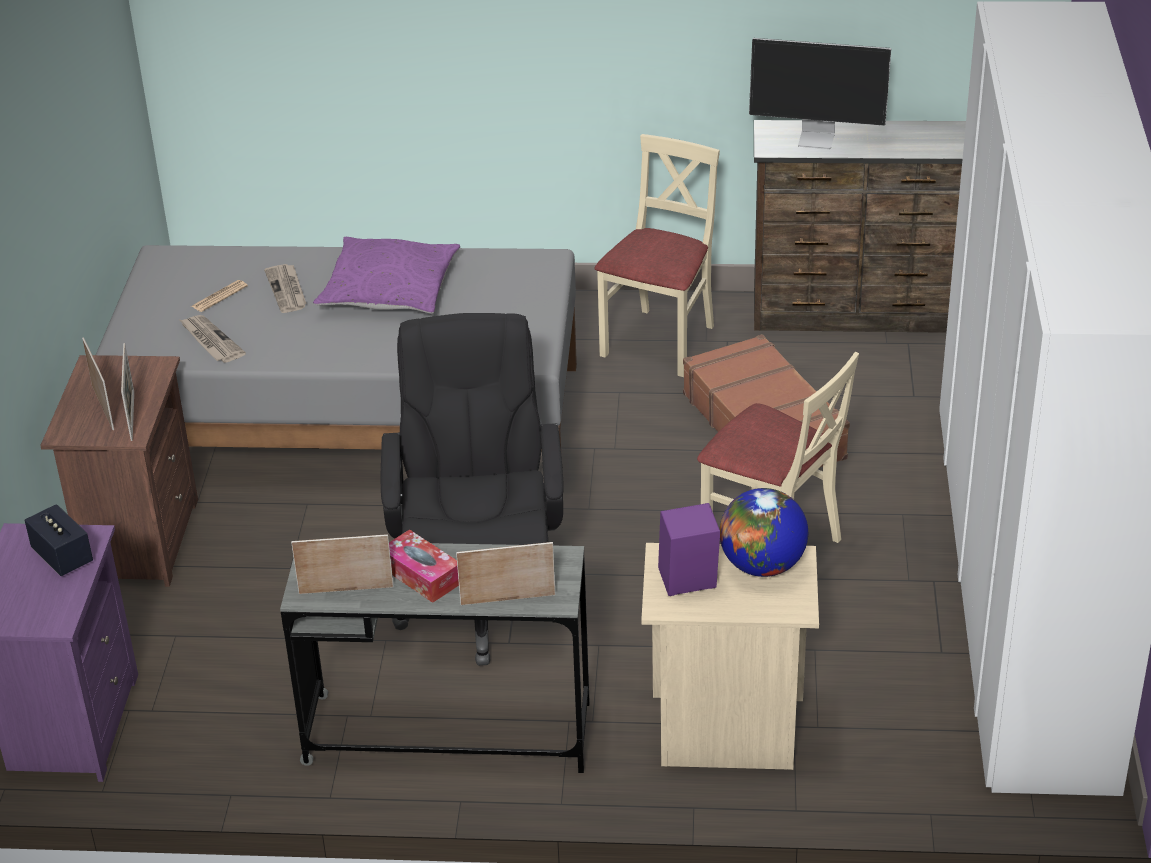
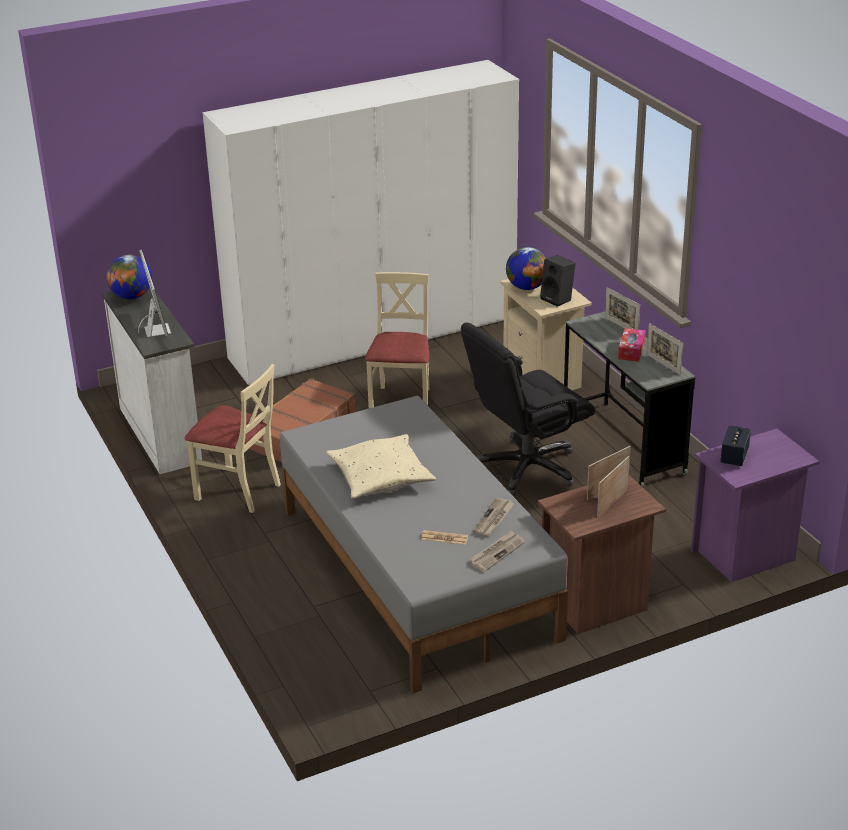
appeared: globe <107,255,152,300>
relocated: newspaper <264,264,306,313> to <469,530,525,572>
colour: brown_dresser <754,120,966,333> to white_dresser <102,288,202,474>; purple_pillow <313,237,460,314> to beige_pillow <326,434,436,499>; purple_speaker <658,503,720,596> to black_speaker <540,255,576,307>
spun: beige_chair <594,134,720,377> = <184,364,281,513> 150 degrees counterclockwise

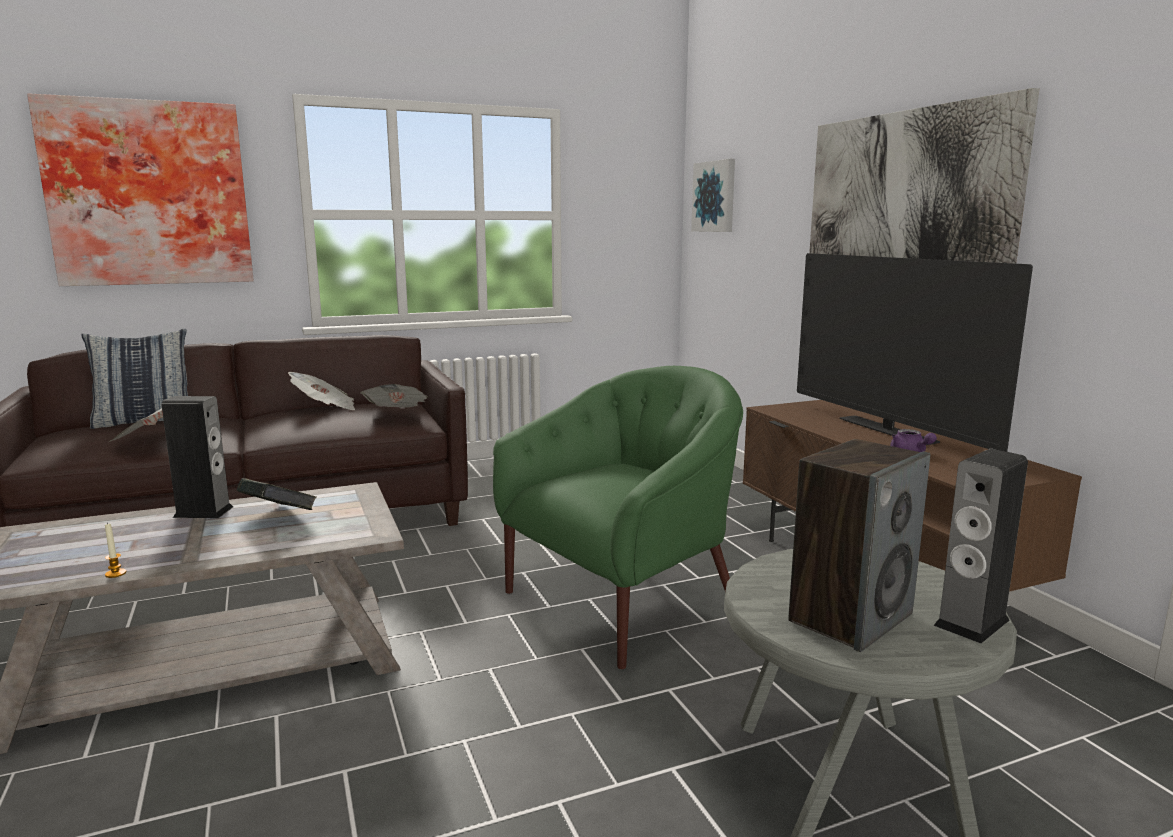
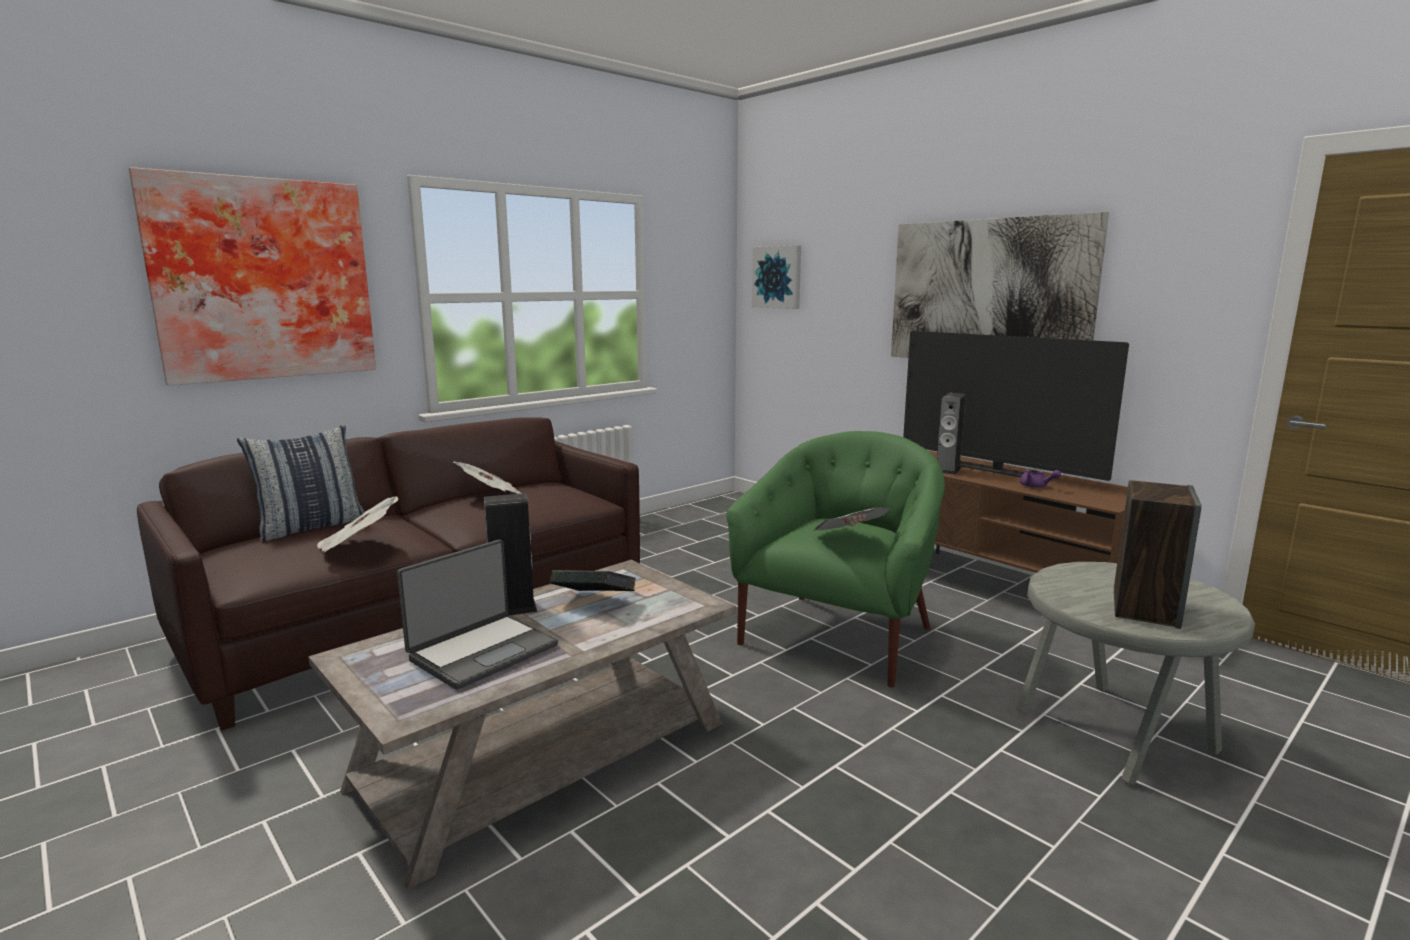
missing: candle <105,522,126,578>
appeared: laptop <397,539,558,690>
relocated: newspaper <360,384,428,408> to <813,507,891,531>; speaker <934,449,1028,644> to <937,393,965,475>

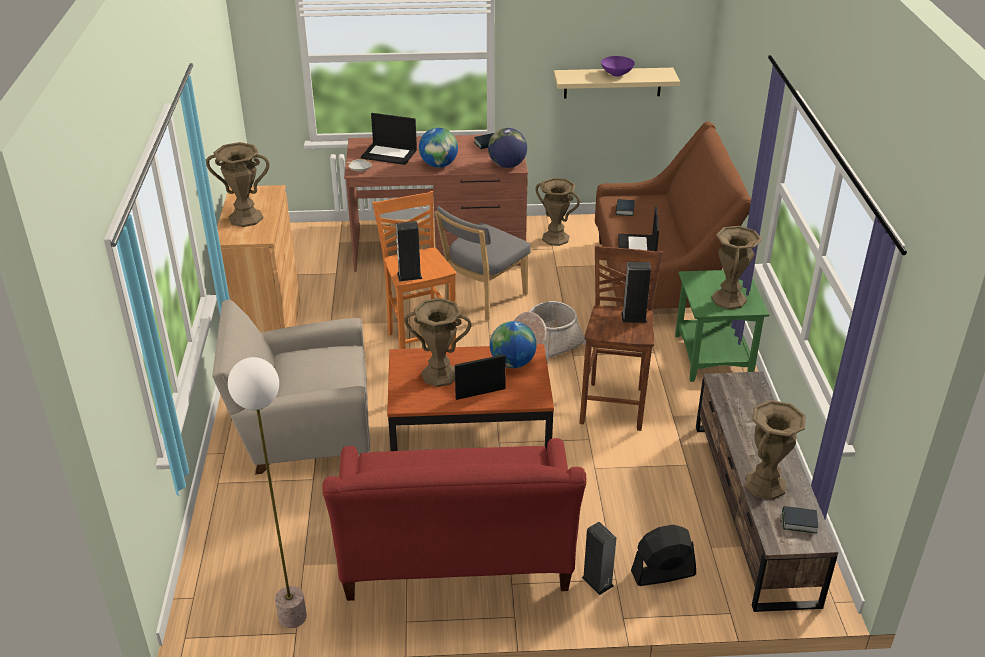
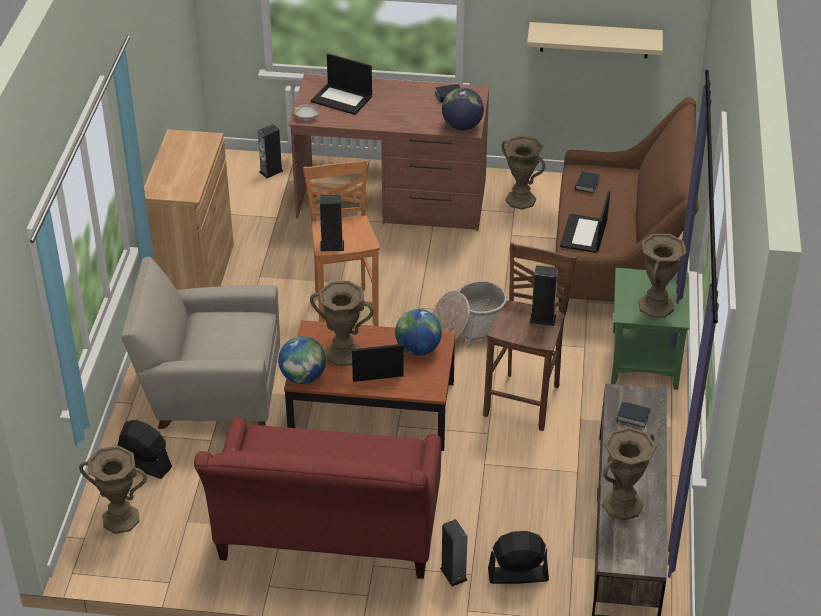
missing: purple_bowl <601,56,635,77>; grey_chair <435,206,531,320>; floor_lamp <228,357,307,628>
appeared: speaker <258,124,283,178>; black_fan <118,420,172,479>
relocated: globe <419,128,458,168> to <278,336,326,384>; brown_vase <206,142,269,227> to <79,446,147,534>; book <782,506,818,534> to <617,401,650,428>

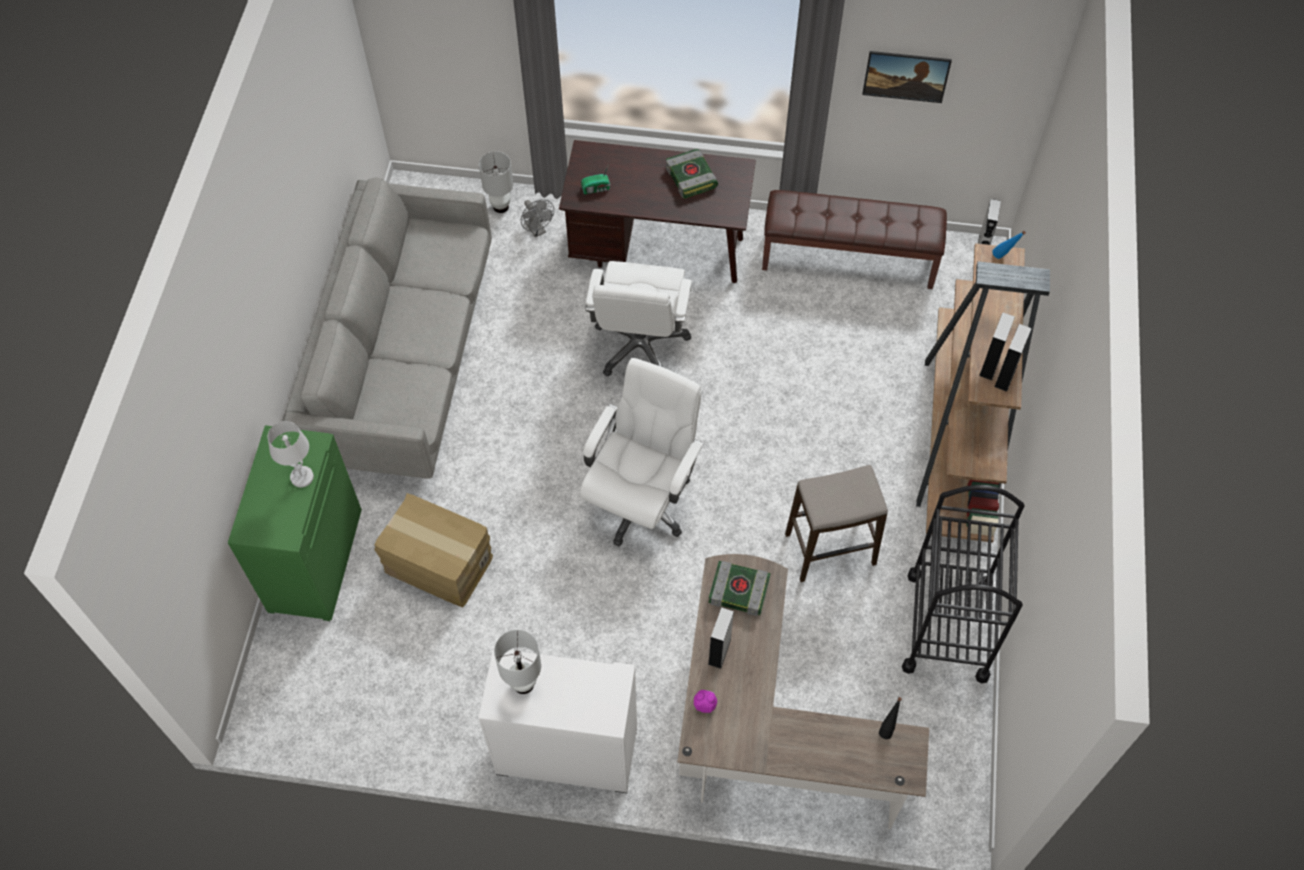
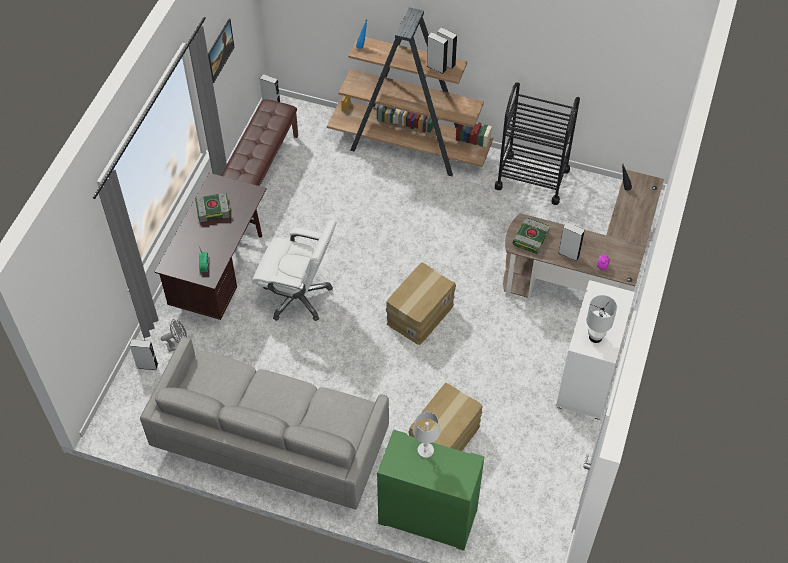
missing: stool <785,465,888,582>
exchanged: white_table_lamp <479,151,513,213> to grey_speaker <130,339,158,370>; white_office_chair <580,358,704,546> to cardboard_box <386,262,456,345>

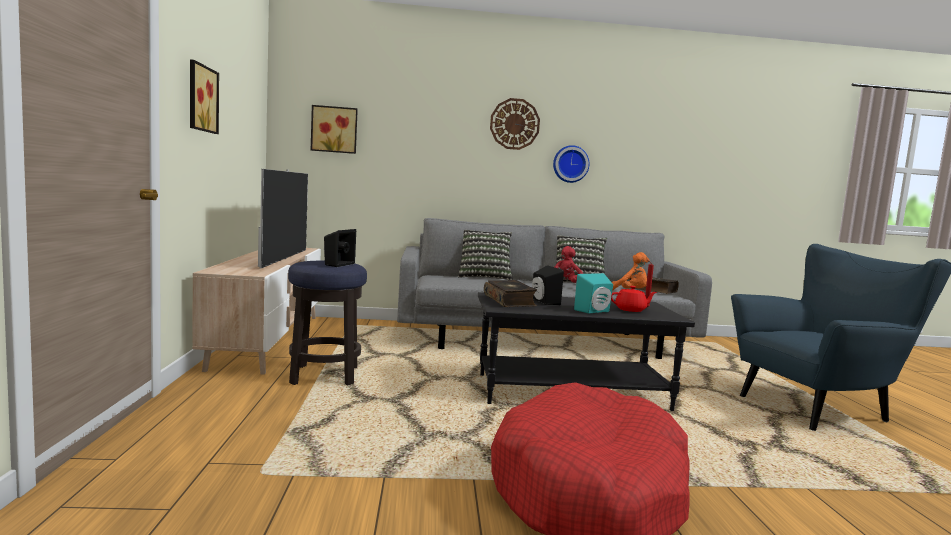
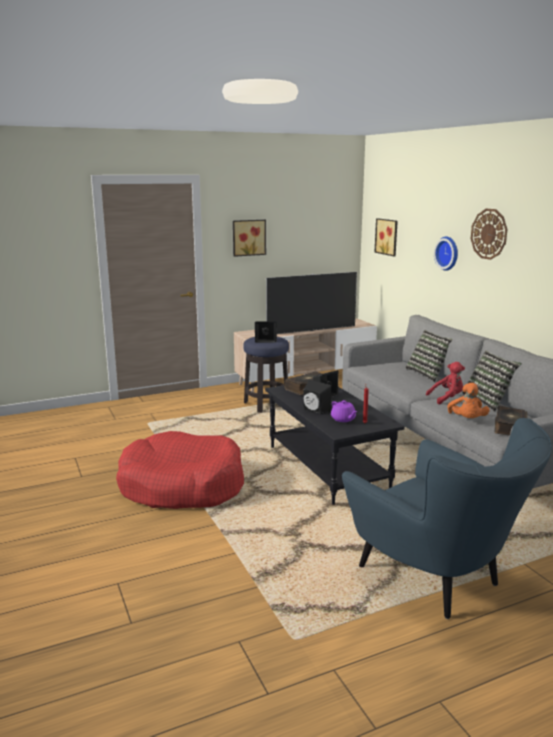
relocated: wall_clock <553,145,590,183> to <434,236,458,271>
colour: turquoise_speaker <574,273,613,313> to black_speaker <303,380,331,414>; red_teapot <611,286,657,312> to purple_teapot <331,400,357,422>

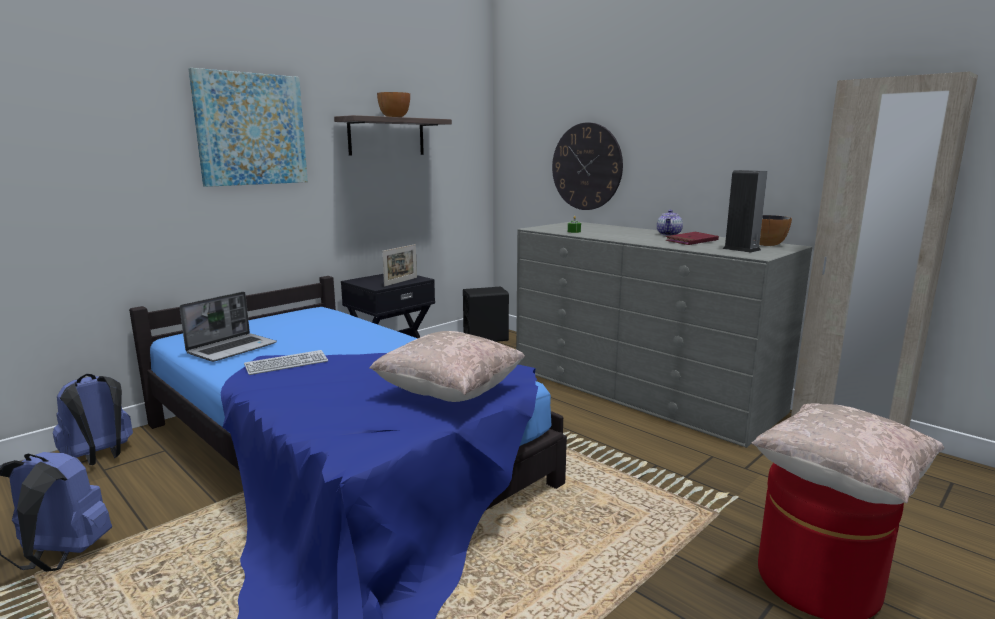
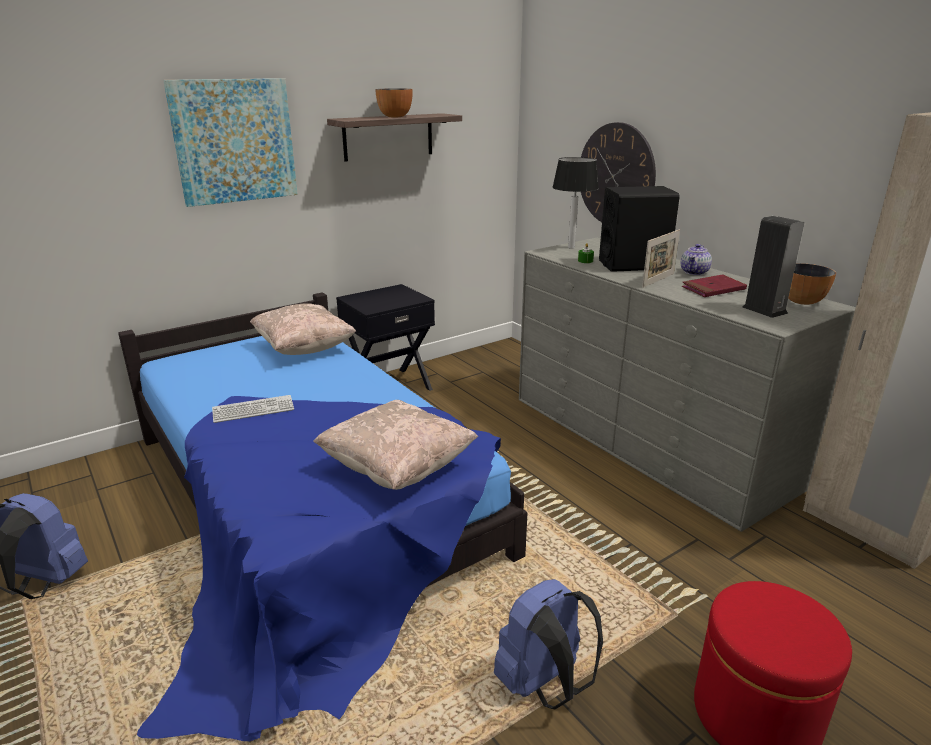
missing: laptop <179,292,277,362>
appeared: table_lamp <552,157,599,249>
relocated: picture_frame <382,244,417,286> to <642,229,680,288>; black_speaker <463,287,509,342> to <599,186,680,272>; blue_backpack <53,374,133,465> to <494,579,603,709>; beige_pillow <751,403,945,505> to <250,304,356,355>

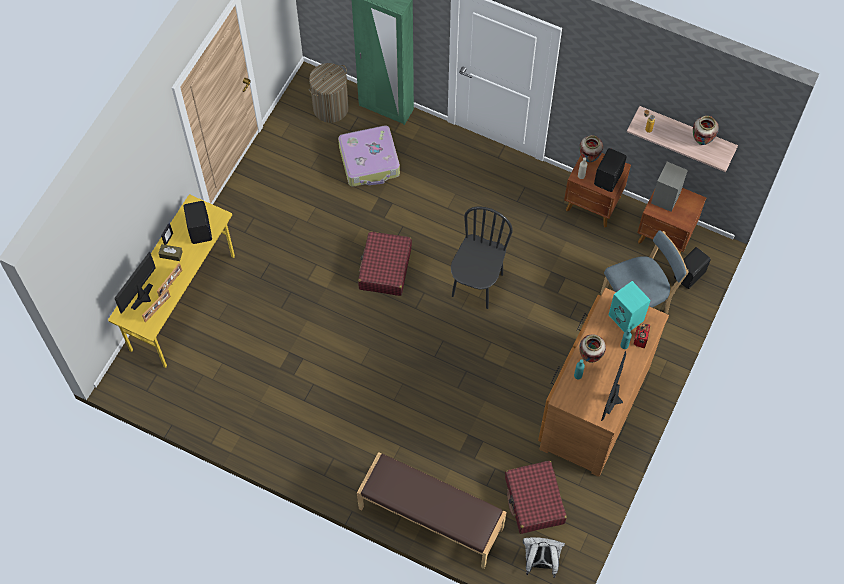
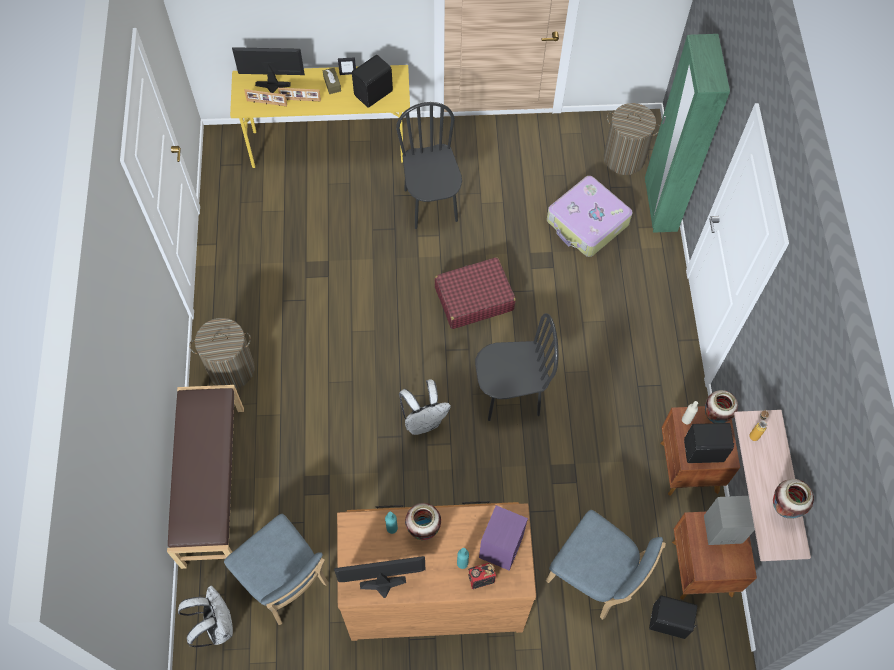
appeared: black_chair <396,102,462,229>; laundry_basket <189,318,255,389>; white_backpack <399,380,451,435>
exchanged: red_suitcase <505,461,567,534> to blue_chair <224,514,328,625>
colour: turquoise_speaker <608,281,650,333> to purple_speaker <479,505,528,571>

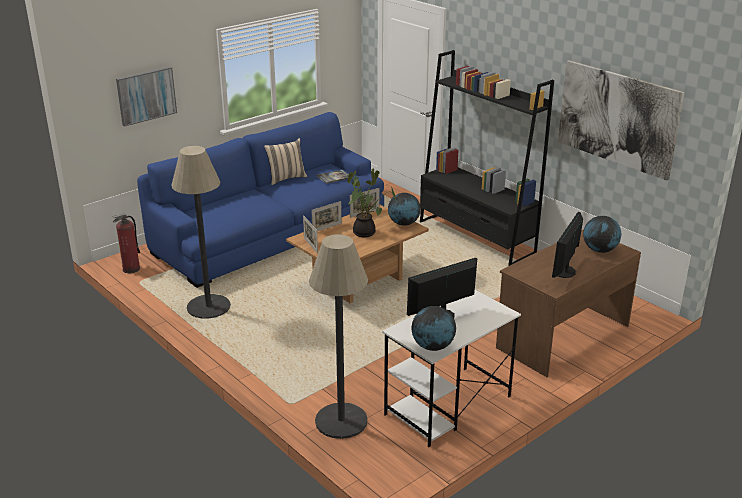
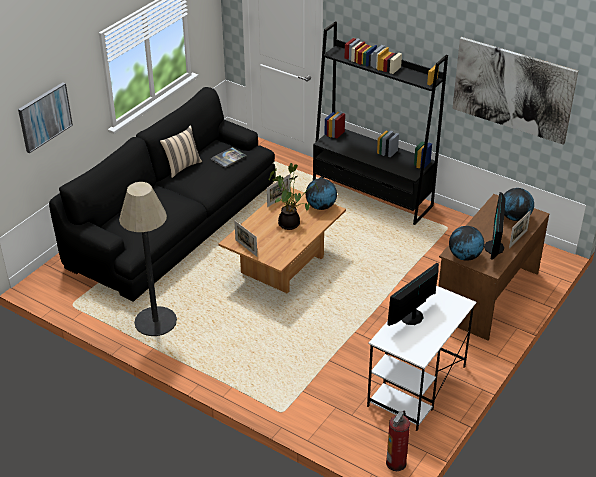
missing: floor_lamp <309,234,368,439>
relocated: picture_frame <312,201,342,231> to <509,210,531,248>; fire_extinguisher <112,214,140,273> to <386,411,410,471>; globe <411,306,456,351> to <449,226,484,261>
colour: blue_sofa <137,112,384,288> to black_sofa <49,87,276,302>

